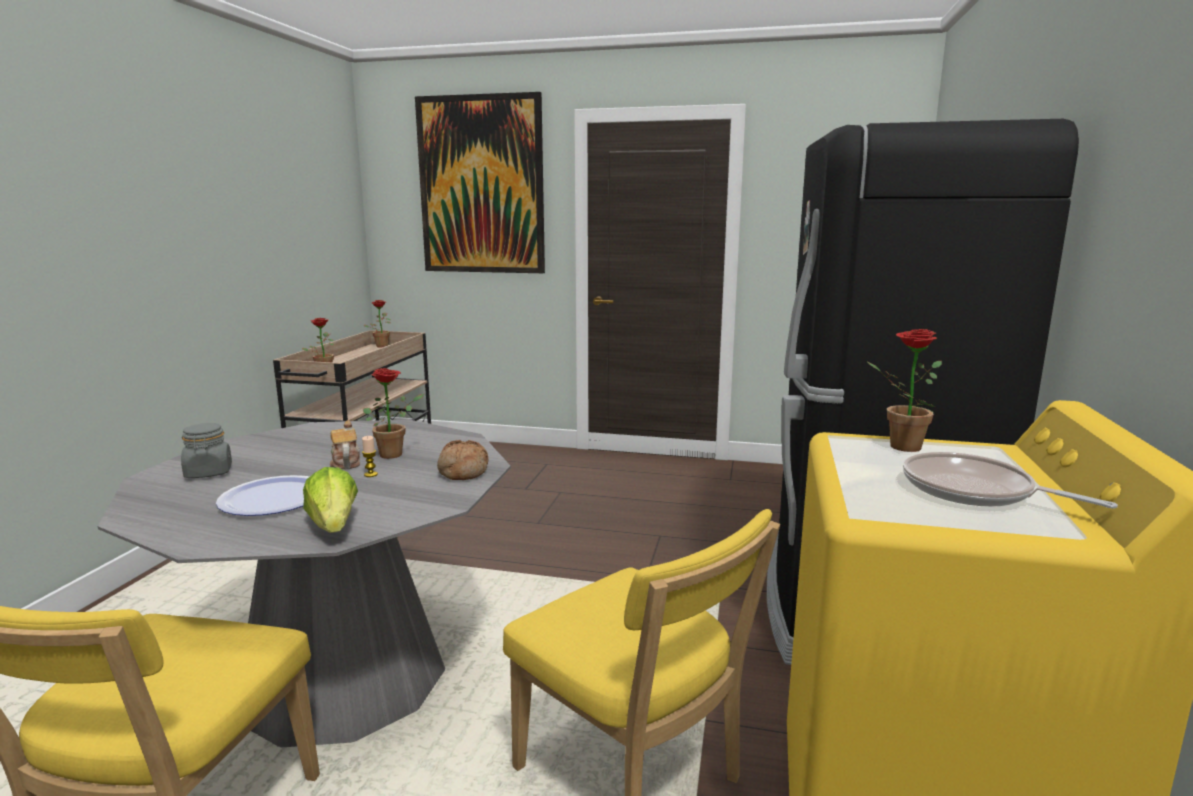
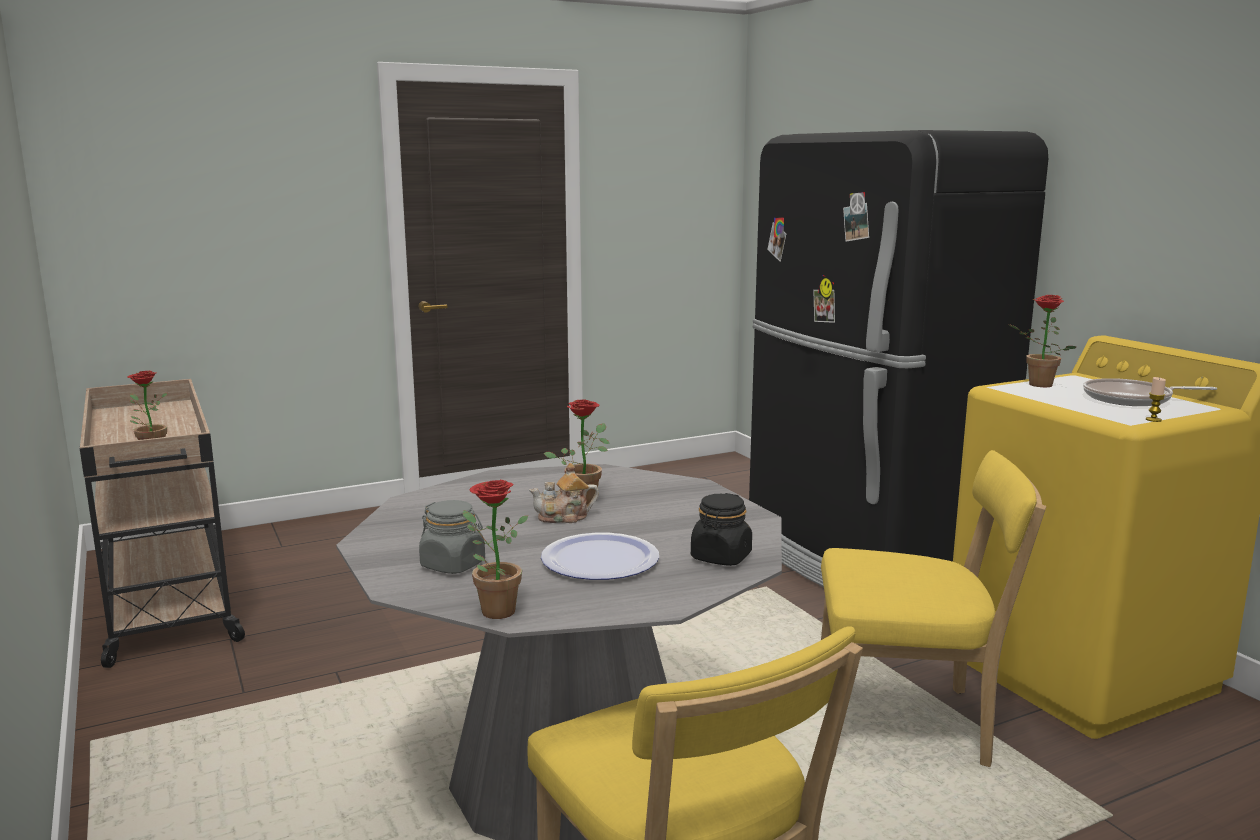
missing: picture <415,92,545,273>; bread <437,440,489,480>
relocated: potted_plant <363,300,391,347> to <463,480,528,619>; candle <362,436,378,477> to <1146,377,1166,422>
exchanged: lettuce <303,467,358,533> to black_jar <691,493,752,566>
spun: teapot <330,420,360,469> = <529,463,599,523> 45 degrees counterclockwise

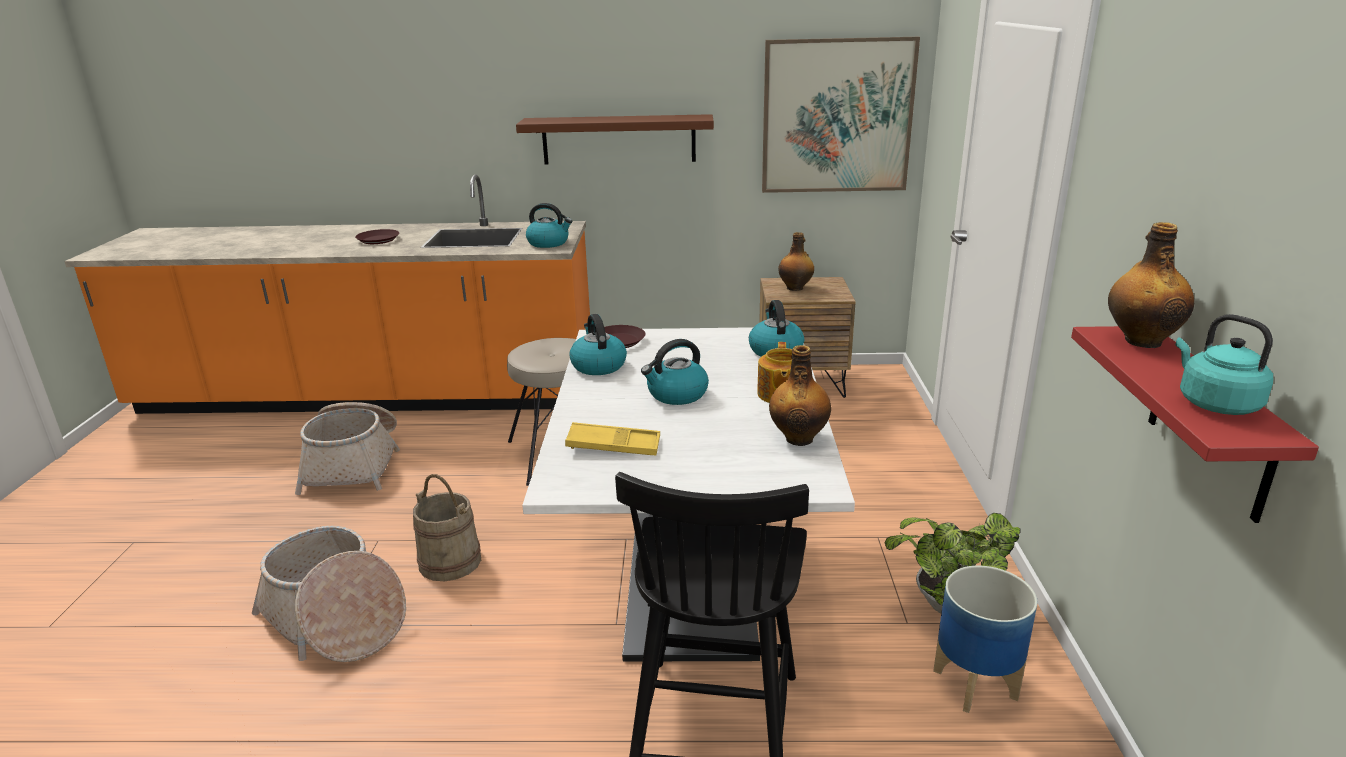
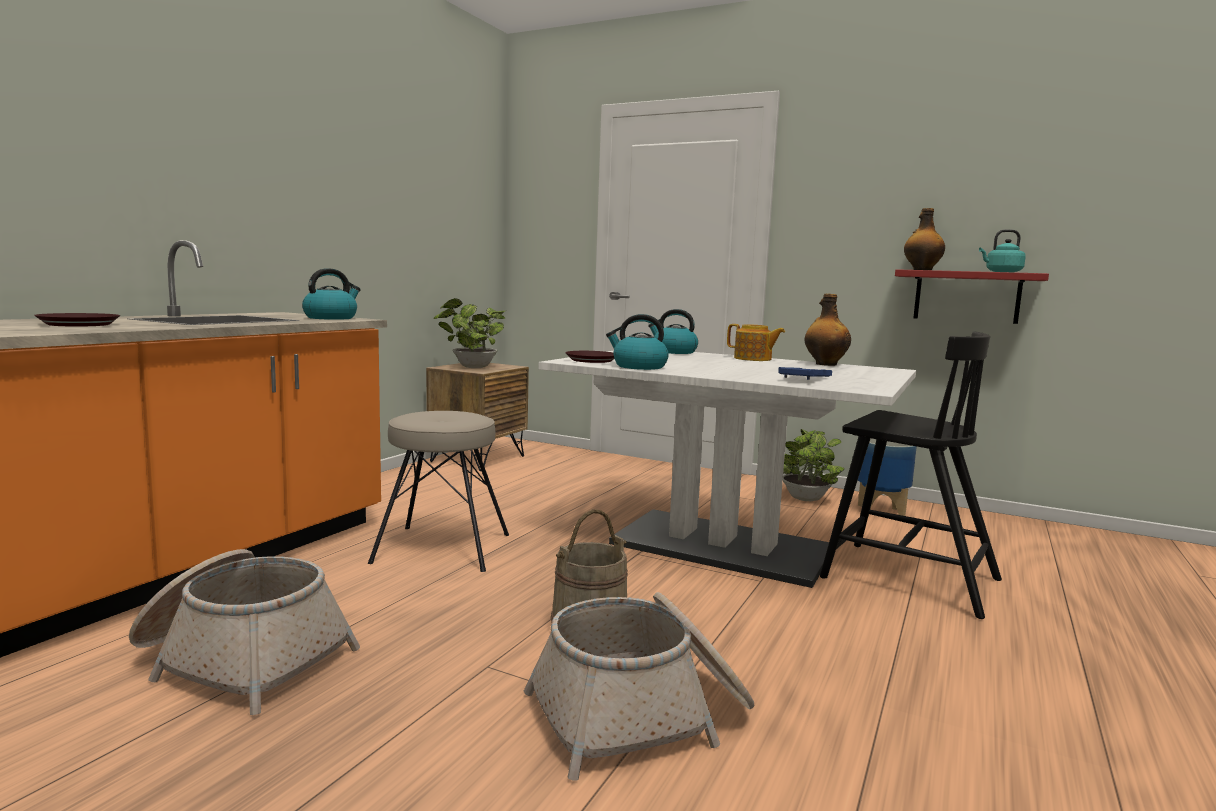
missing: picture <762,37,920,193>; brown_shelf <516,114,714,164>; kettle <641,339,709,405>
exchanged: bottle <778,232,814,291> to potted_plant <433,298,505,368>
colour: yellow_tray <565,422,660,456> to blue_tray <778,367,832,380>

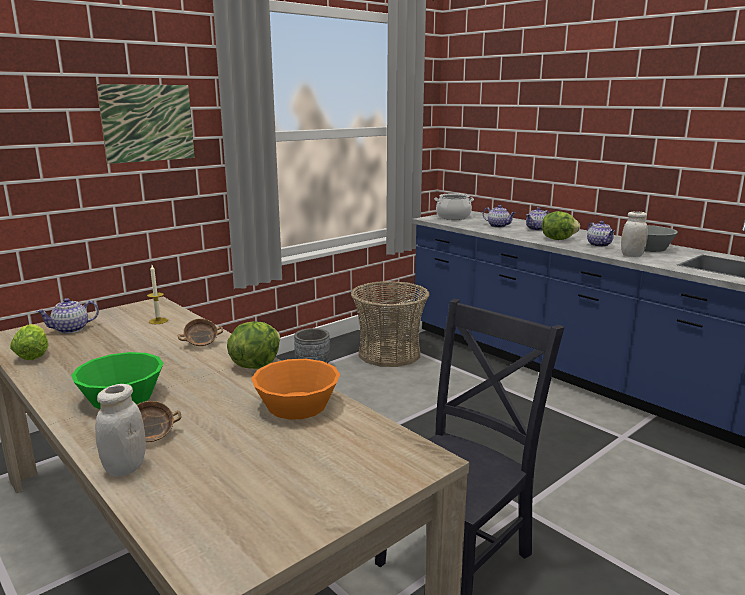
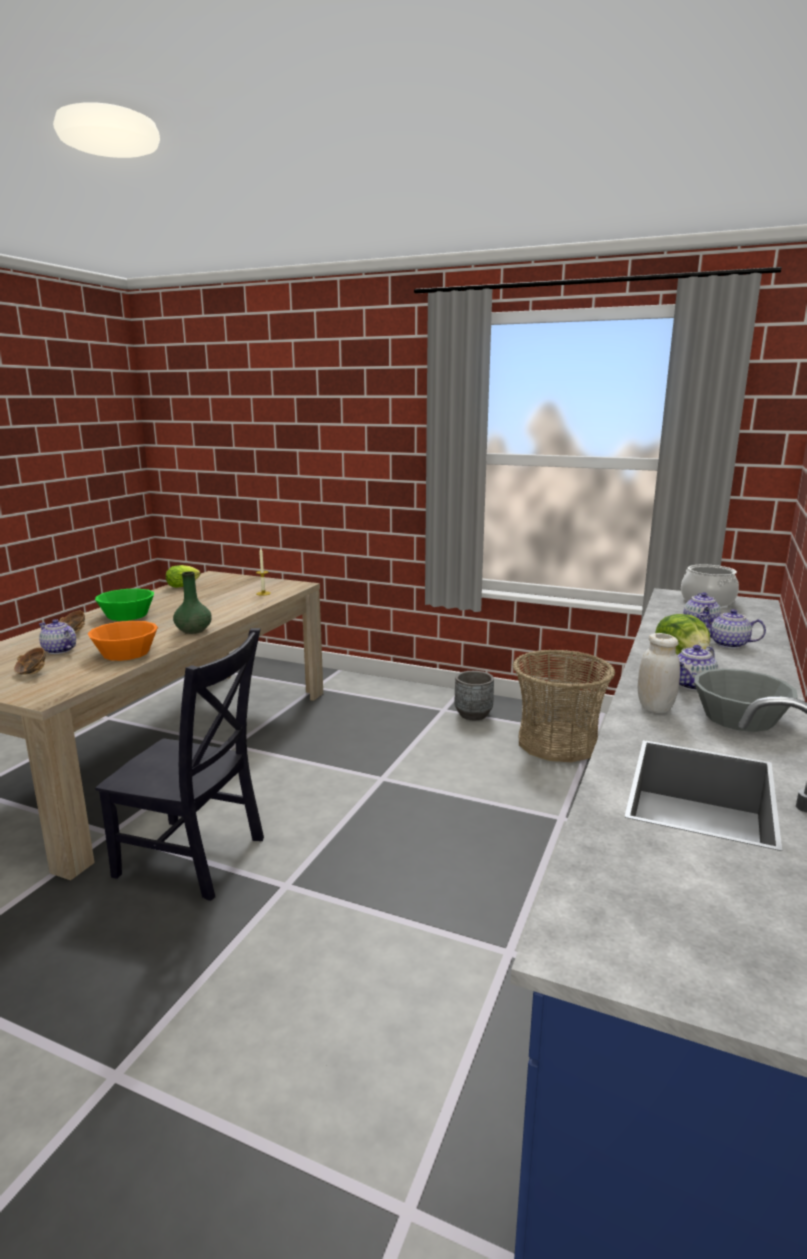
missing: picture <96,84,195,164>; white_jar <95,384,146,477>
relocated: teapot <36,298,99,334> to <39,619,76,654>; bowl <178,319,223,346> to <14,647,46,675>
exchanged: lettuce <227,321,280,369> to green_vase <173,571,212,634>

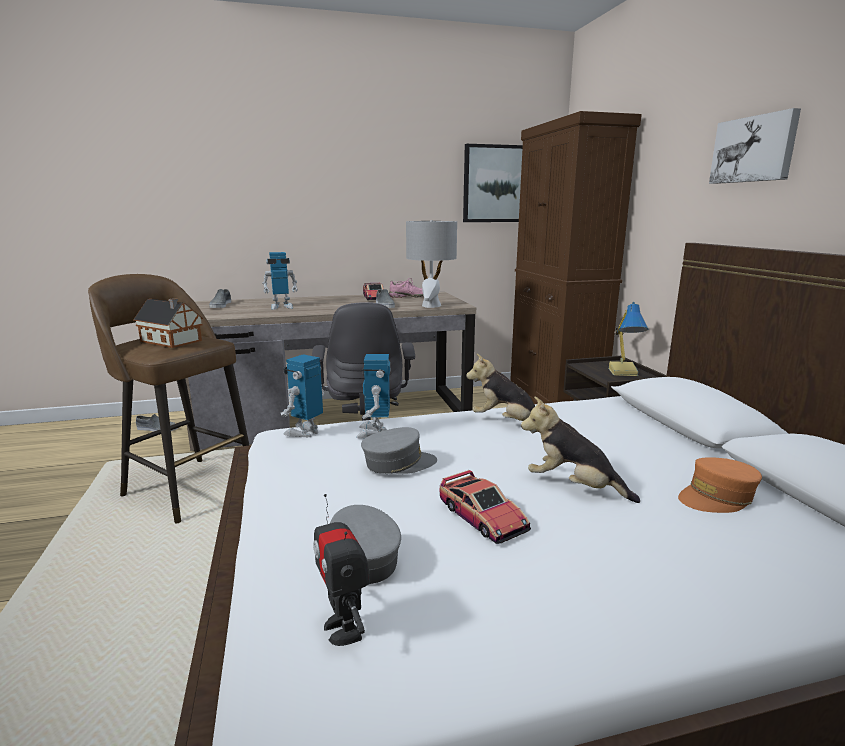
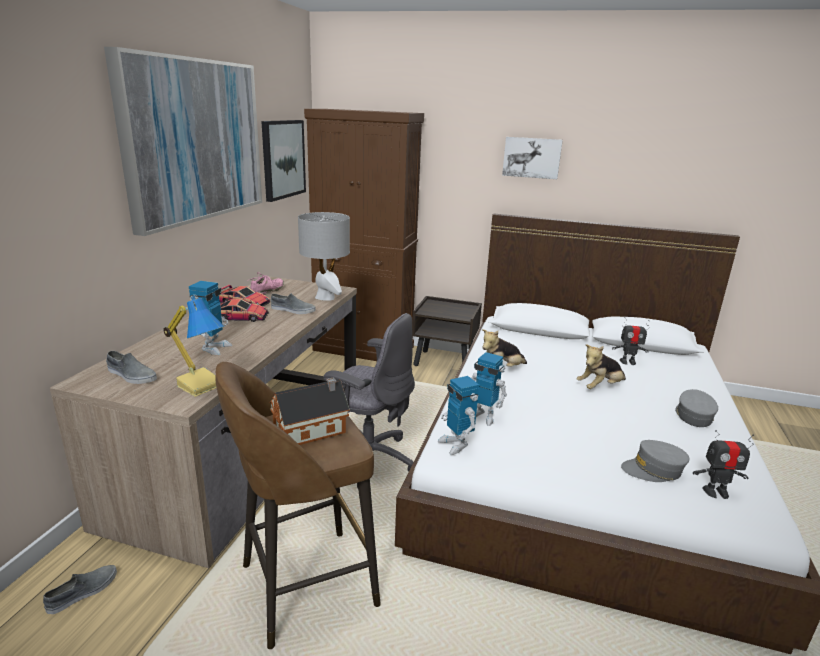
appeared: picture <104,47,262,236>
relocated: table_lamp <608,302,648,376> to <163,295,224,397>; grey_cap <361,427,437,474> to <675,389,718,427>; toy_car <440,470,531,544> to <220,299,269,322>
exchanged: orange_cap <678,457,762,513> to toy_robot <612,317,650,365>

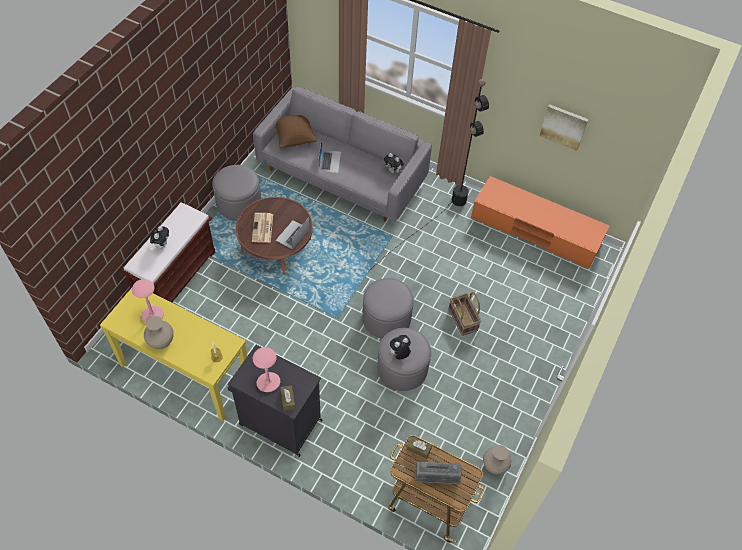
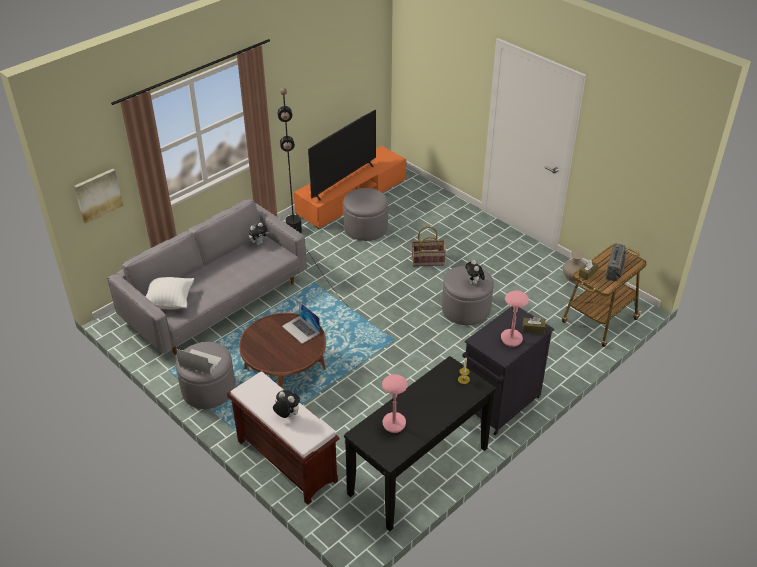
missing: newspaper <252,213,273,243>; beige_vase <144,316,174,349>
appeared: television <308,110,376,201>
relocated: picture <539,104,588,151> to <74,169,123,224>; laptop <318,139,341,173> to <176,349,222,374>; grey_ottoman <363,278,414,339> to <343,188,388,241>
colour: brown_pillow <275,115,317,148> to white_pillow <146,277,194,310>; yellow_console_table <100,288,248,421> to black_console_table <344,356,496,531>

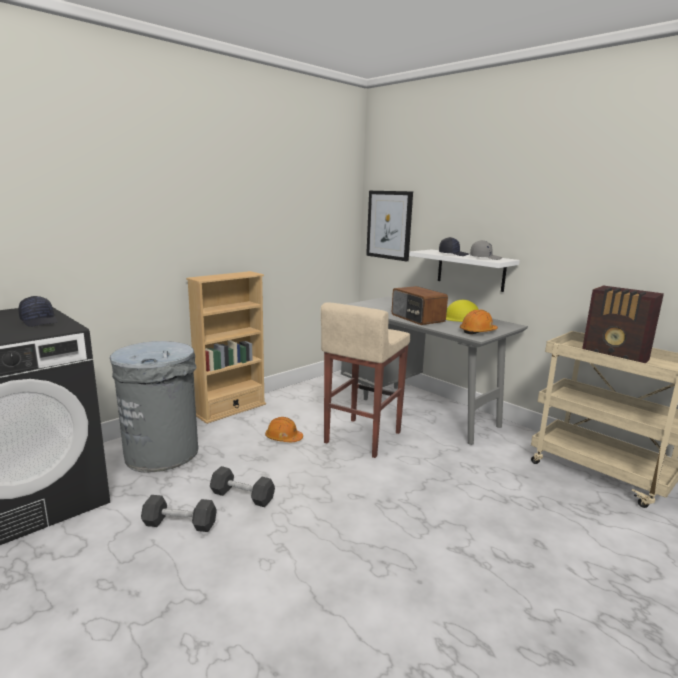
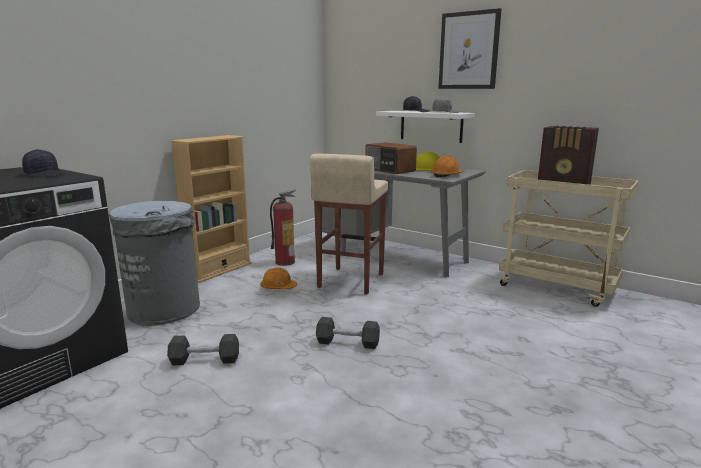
appeared: fire_extinguisher <270,190,296,266>
relocated: picture <366,191,413,261> to <438,8,501,89>; black_dumbbell <210,466,275,507> to <316,317,380,349>

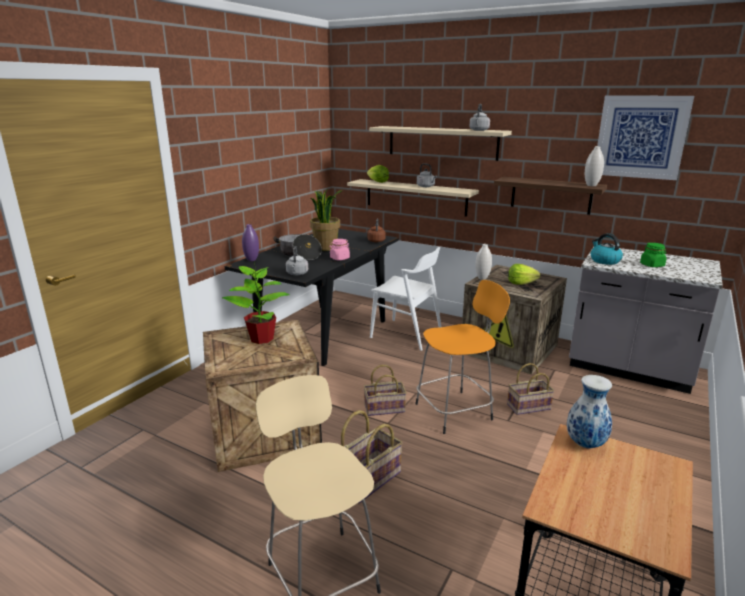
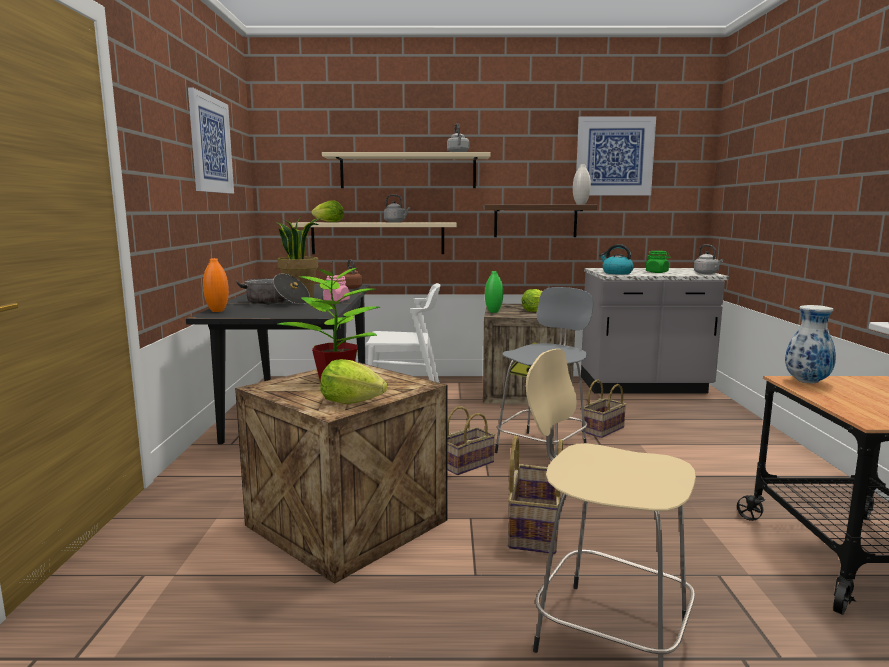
appeared: picture <188,88,234,194>; lettuce <320,359,387,404>
relocated: grey_kettle <286,246,308,275> to <694,245,723,274>
colour: purple_vase <242,224,259,261> to orange_vase <203,258,229,312>; white_vase <475,244,492,280> to green_vase <485,271,503,313>; orange_stool <416,280,510,434> to grey_stool <495,287,594,455>

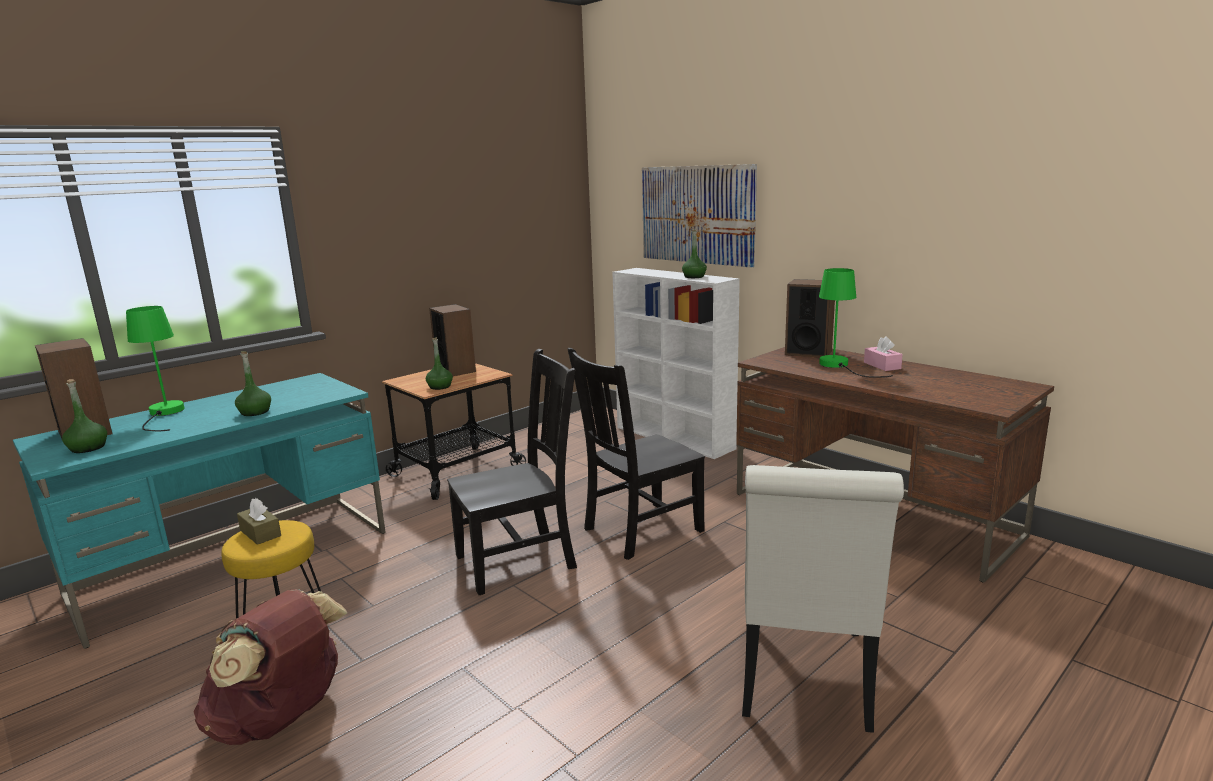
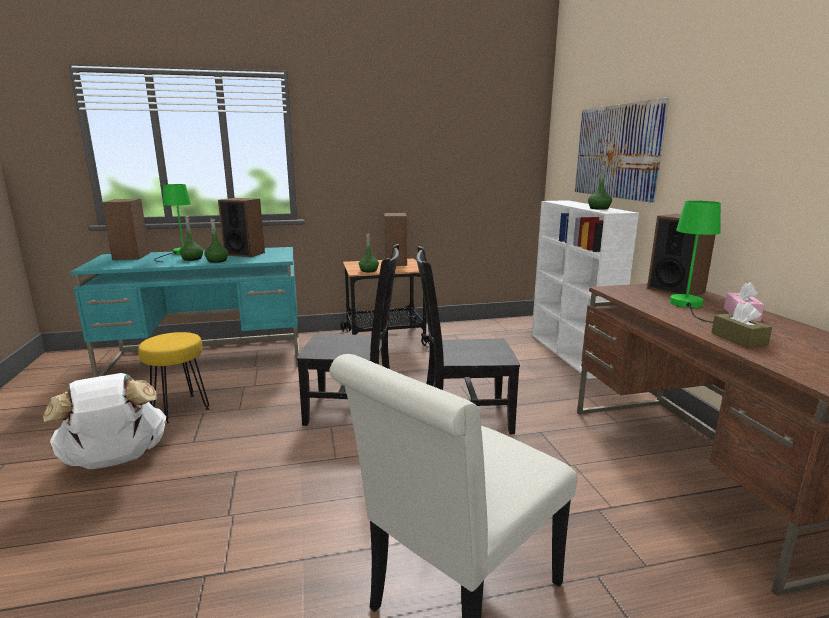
appeared: speaker <218,198,265,257>
relocated: green_bottle <62,379,107,453> to <179,216,203,261>; brown_tissue_box <237,498,281,545> to <711,302,772,348>
colour: brown_backpack <193,589,348,745> to white_backpack <43,373,167,469>

